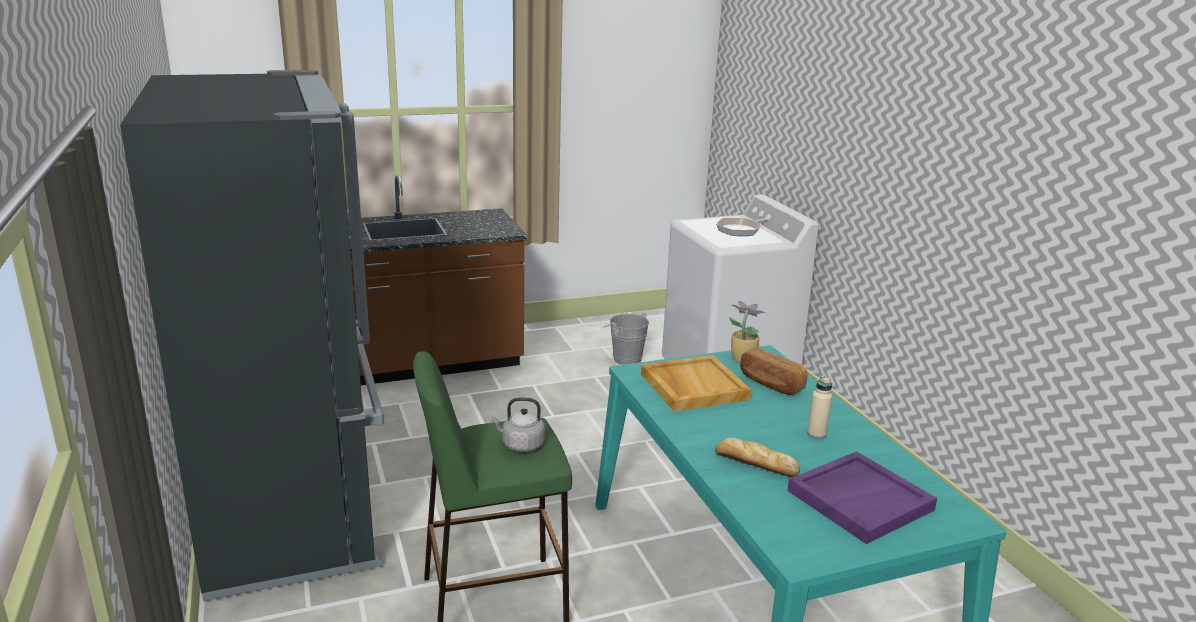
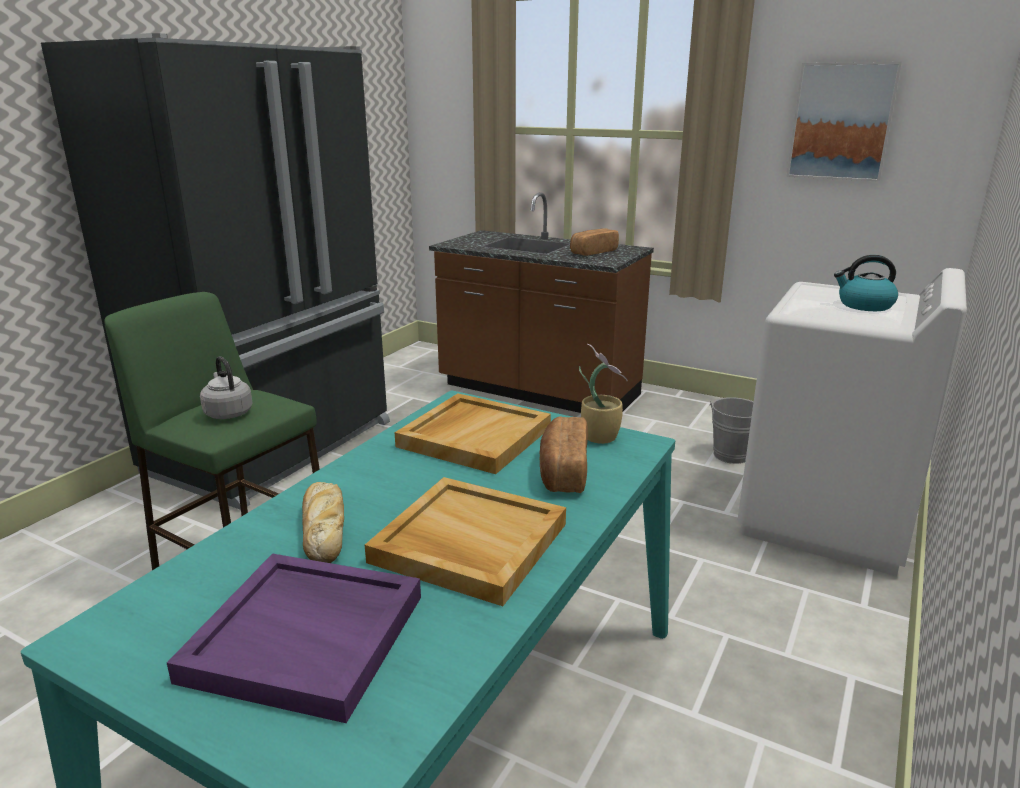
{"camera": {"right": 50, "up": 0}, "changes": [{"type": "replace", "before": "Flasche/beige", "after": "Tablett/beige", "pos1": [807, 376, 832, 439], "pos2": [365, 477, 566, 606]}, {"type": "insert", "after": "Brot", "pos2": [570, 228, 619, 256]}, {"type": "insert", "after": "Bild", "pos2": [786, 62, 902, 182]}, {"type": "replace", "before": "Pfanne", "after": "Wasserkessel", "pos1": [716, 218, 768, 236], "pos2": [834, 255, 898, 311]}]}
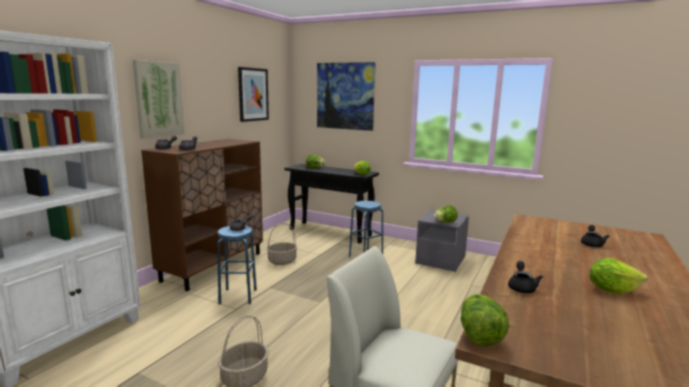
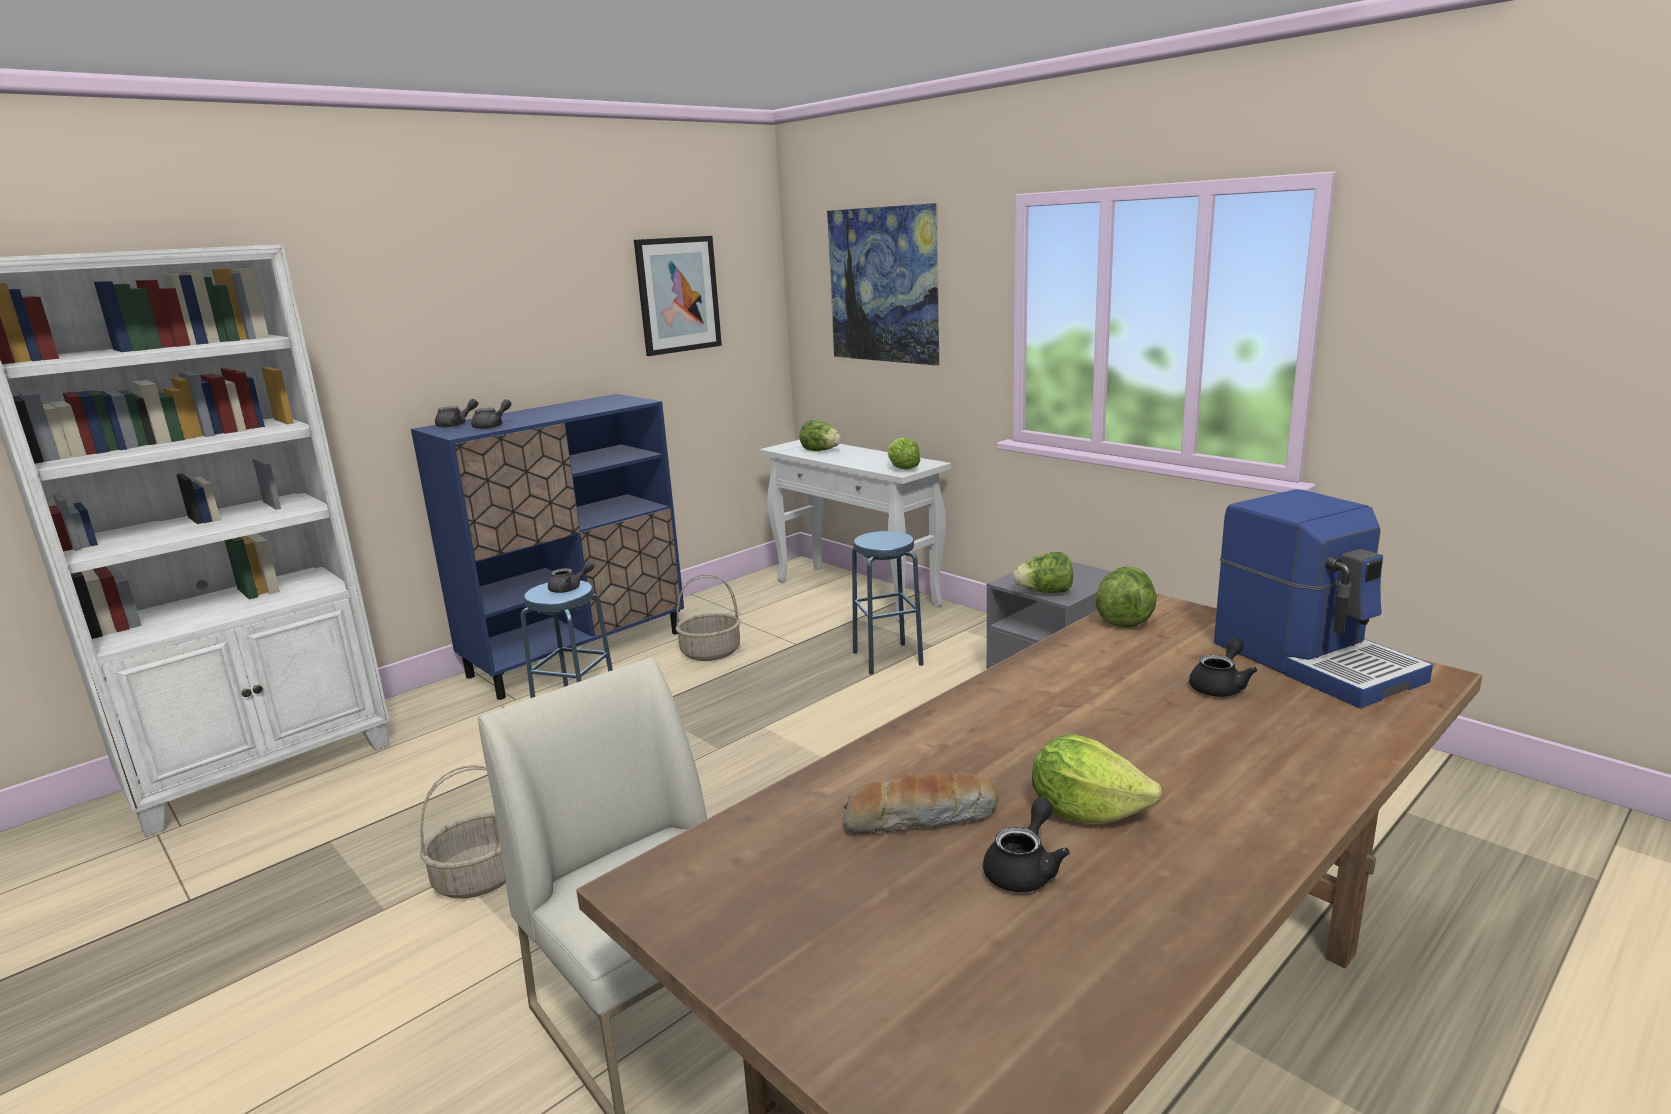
{"camera": {"right": 20, "up": 5}, "changes": [{"type": "recolor", "before": "Schrank/braun", "after": "Schrank/blau", "pos1": [141, 139, 263, 291], "pos2": [411, 394, 684, 700]}, {"type": "recolor", "before": "Konsolentisch/schwarz", "after": "Konsolentisch/weiß", "pos1": [285, 164, 379, 243], "pos2": [759, 440, 951, 623]}, {"type": "insert", "after": "Brot", "pos2": [843, 771, 999, 835]}, {"type": "move", "before": "Teekanne/schwarz", "pos1": [508, 261, 543, 293], "pos2": [983, 797, 1070, 892]}, {"type": "move", "before": "Salatkopf", "pos1": [461, 294, 509, 347], "pos2": [1095, 566, 1157, 628]}, {"type": "insert", "after": "Kaffeemaschine", "pos2": [1214, 489, 1433, 708]}, {"type": "delete", "before": "Bild", "pos1": [133, 60, 184, 138]}]}
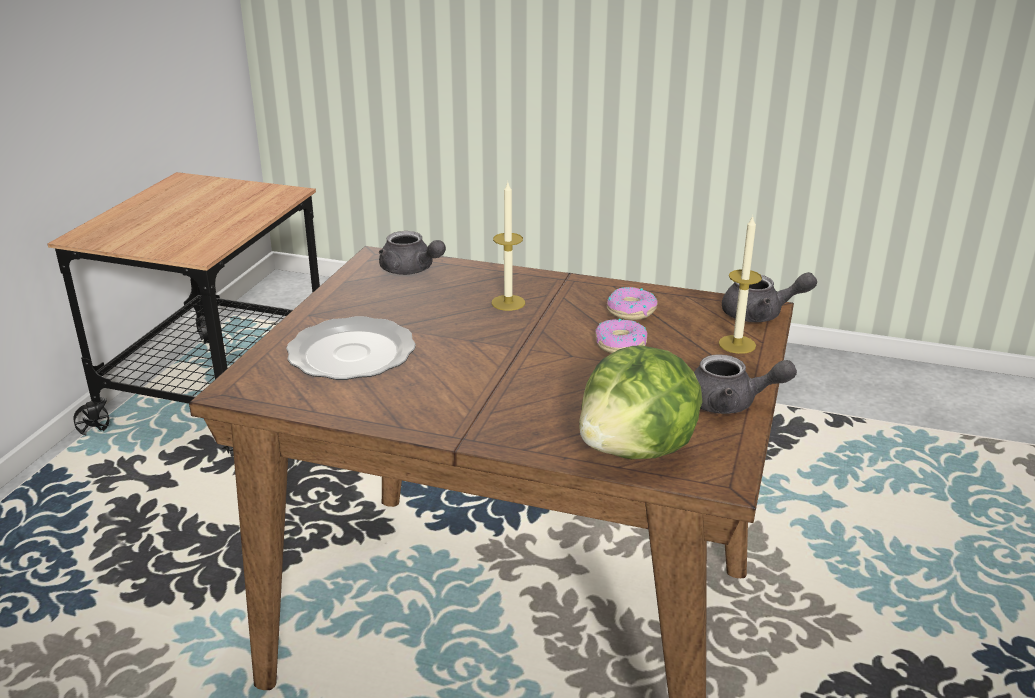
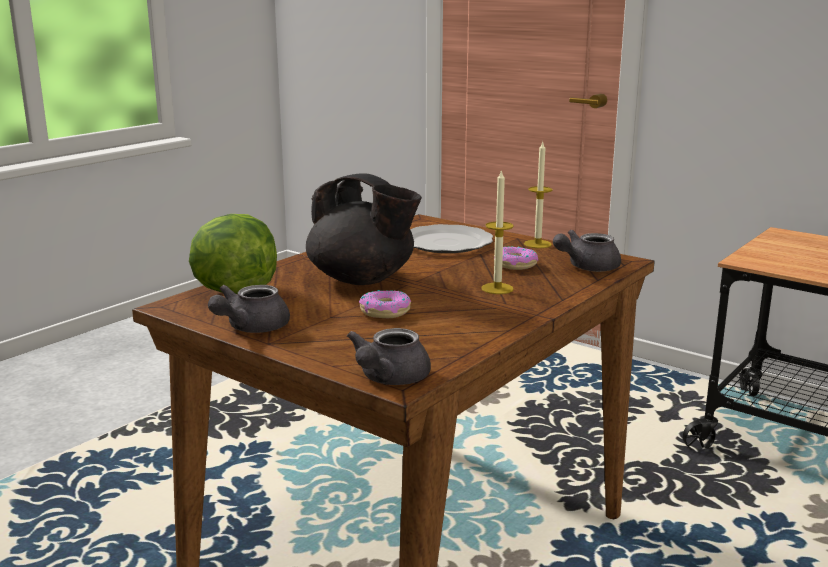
{"camera": {"right": 110, "up": -10}, "changes": [{"type": "insert", "after": "Teekanne/schwarz", "pos2": [306, 173, 422, 285]}, {"type": "move", "before": "Donut", "pos1": [607, 287, 658, 320], "pos2": [494, 246, 538, 270]}, {"type": "move", "before": "Kerze", "pos1": [719, 215, 762, 354], "pos2": [524, 142, 553, 248]}]}
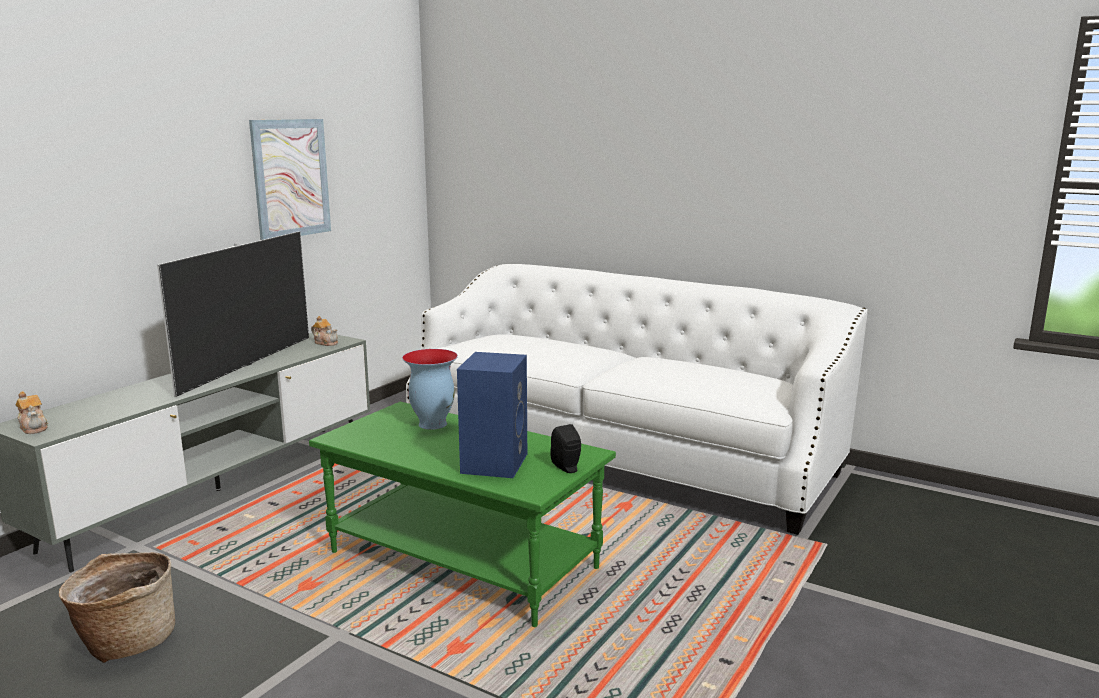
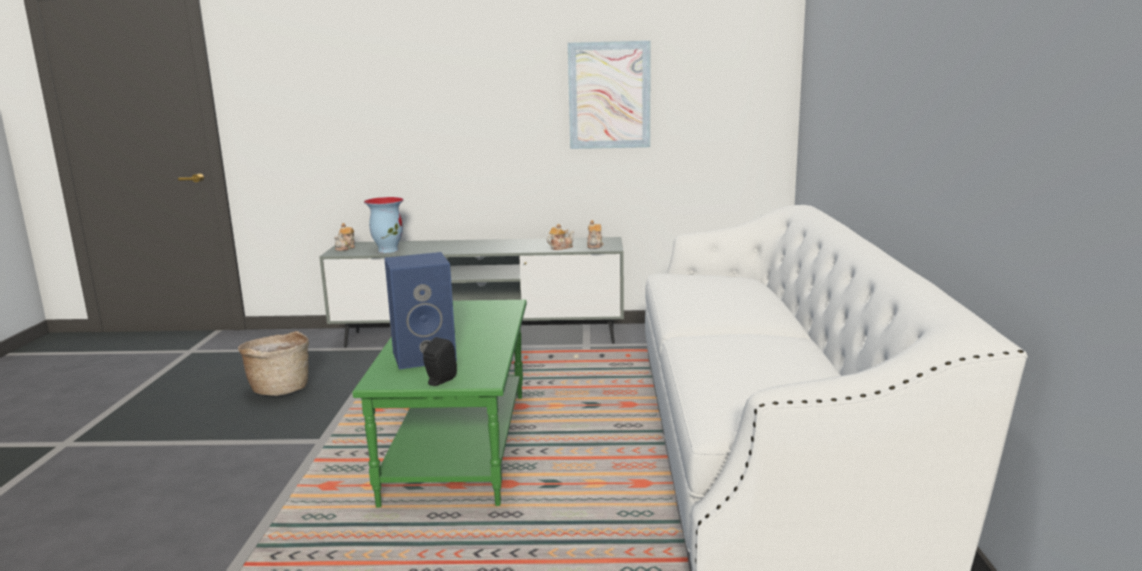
{"camera": {"right": 60, "up": 0}, "changes": [{"type": "move", "before": "Vase", "pos1": [402, 349, 458, 430], "pos2": [364, 197, 404, 253]}, {"type": "insert", "after": "Teekanne", "pos2": [547, 224, 574, 250]}, {"type": "delete", "before": "Fernseher", "pos1": [157, 231, 309, 397]}]}
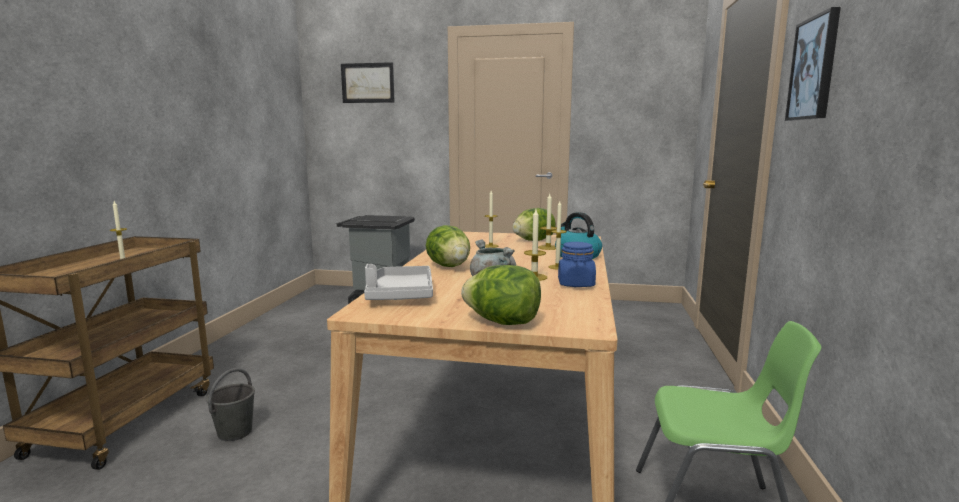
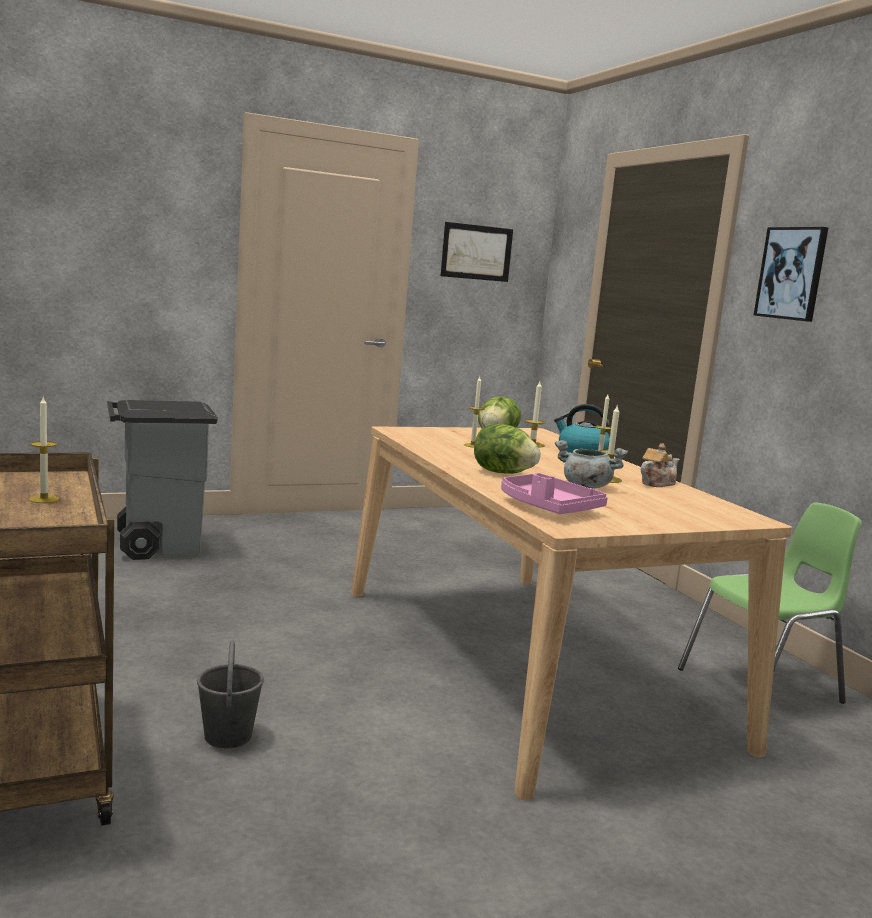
{"camera": {"right": -35, "up": 0}, "changes": [{"type": "move", "before": "Bild", "pos1": [341, 62, 394, 103], "pos2": [441, 222, 513, 282]}, {"type": "recolor", "before": "Tablett/grau", "after": "Tablett/rosa", "pos1": [364, 264, 433, 300], "pos2": [501, 473, 608, 514]}, {"type": "replace", "before": "Vorratsglas/blau", "after": "Teekanne", "pos1": [558, 242, 596, 287], "pos2": [641, 443, 679, 487]}, {"type": "delete", "before": "Salatkopf", "pos1": [461, 265, 541, 325]}]}
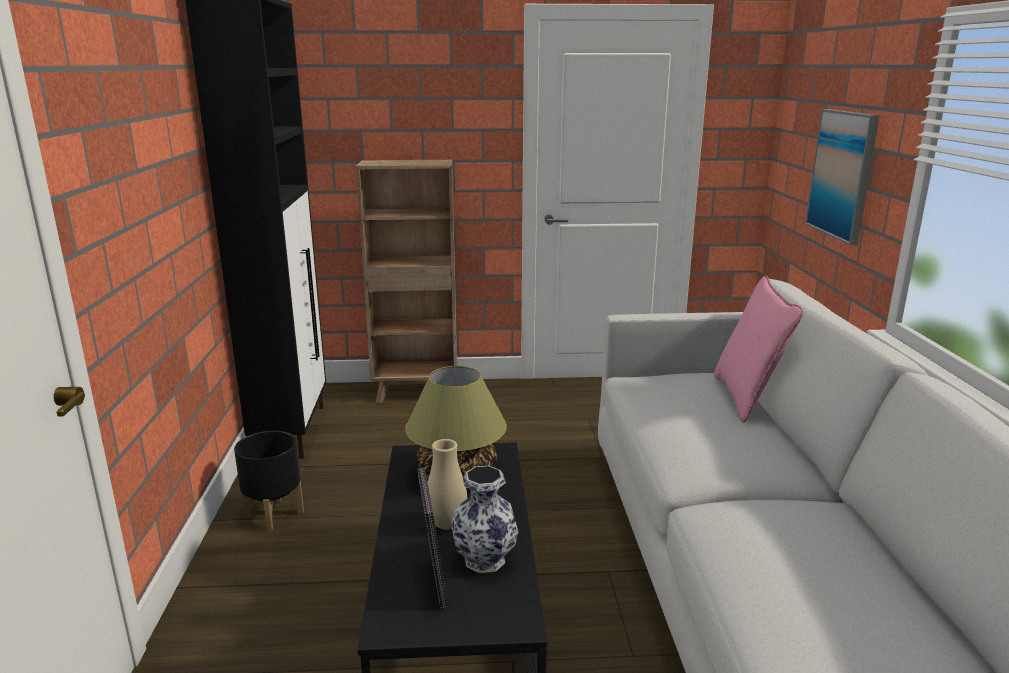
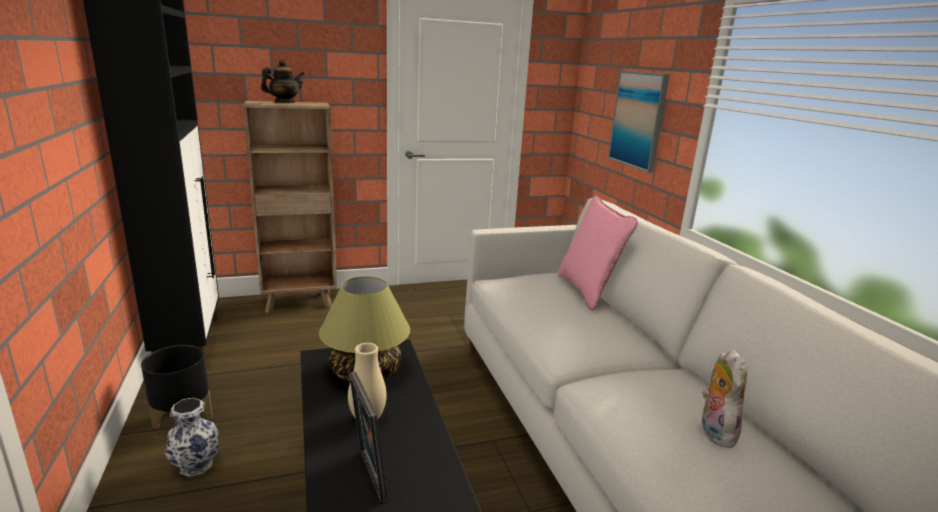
{"camera": {"right": -15, "up": 0}, "changes": [{"type": "move", "before": "Vase", "pos1": [451, 466, 518, 573], "pos2": [165, 398, 219, 477]}, {"type": "insert", "after": "Teekanne", "pos2": [261, 60, 304, 103]}, {"type": "insert", "after": "Plüschtier", "pos2": [702, 349, 747, 448]}]}
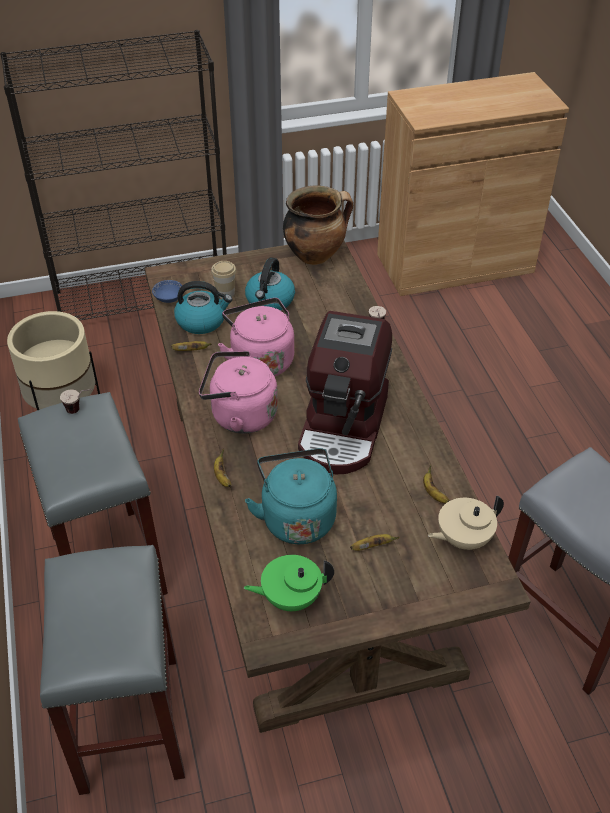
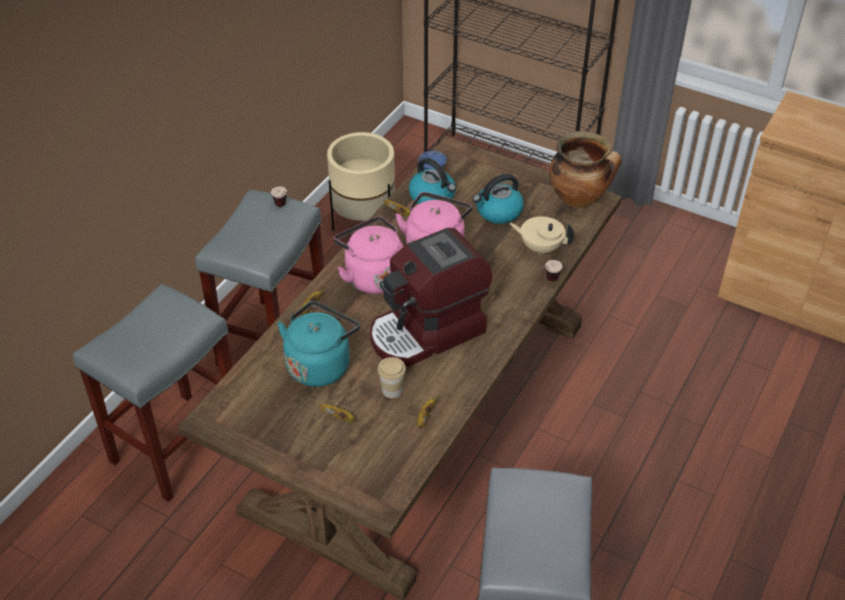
{"camera": {"right": 45, "up": 0}, "changes": [{"type": "move", "before": "Tasse", "pos1": [211, 261, 236, 299], "pos2": [378, 357, 406, 398]}, {"type": "move", "before": "Teekanne/beige", "pos1": [428, 496, 504, 550], "pos2": [509, 216, 574, 255]}, {"type": "delete", "before": "Teekanne/grün", "pos1": [244, 555, 334, 611]}]}
